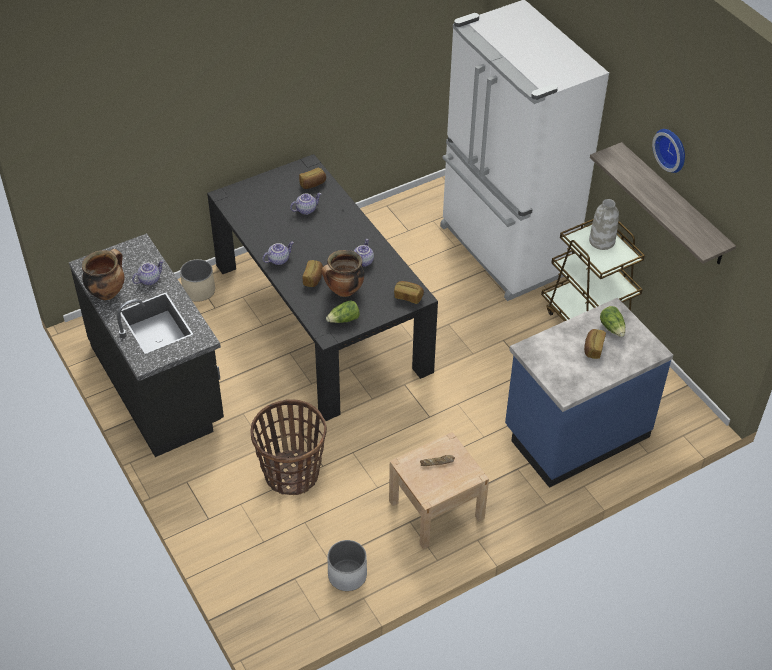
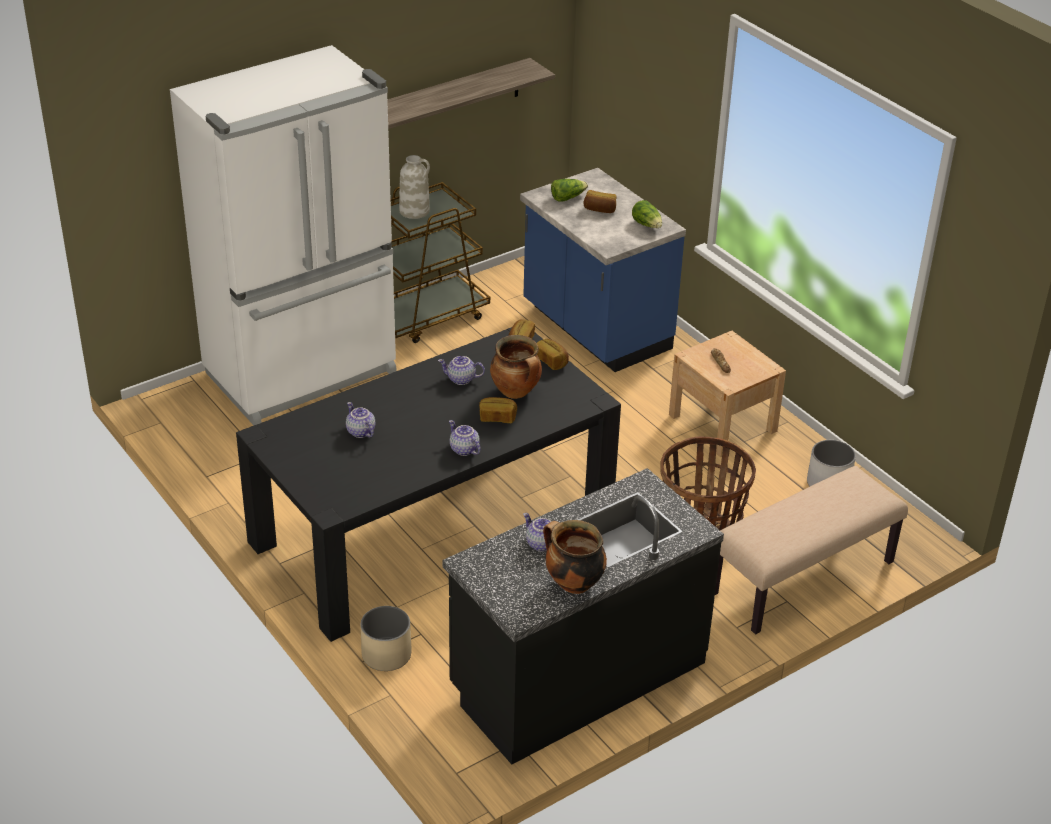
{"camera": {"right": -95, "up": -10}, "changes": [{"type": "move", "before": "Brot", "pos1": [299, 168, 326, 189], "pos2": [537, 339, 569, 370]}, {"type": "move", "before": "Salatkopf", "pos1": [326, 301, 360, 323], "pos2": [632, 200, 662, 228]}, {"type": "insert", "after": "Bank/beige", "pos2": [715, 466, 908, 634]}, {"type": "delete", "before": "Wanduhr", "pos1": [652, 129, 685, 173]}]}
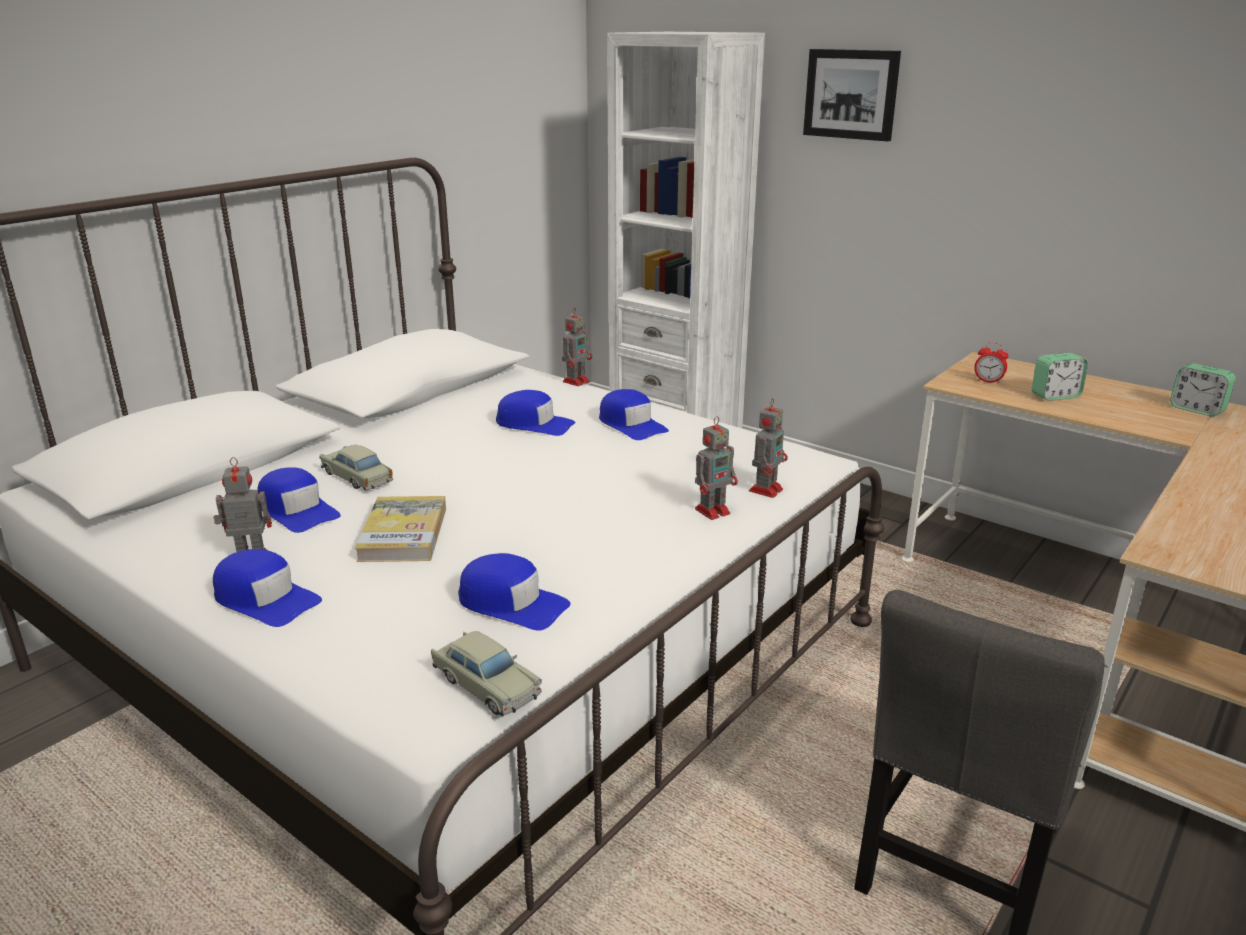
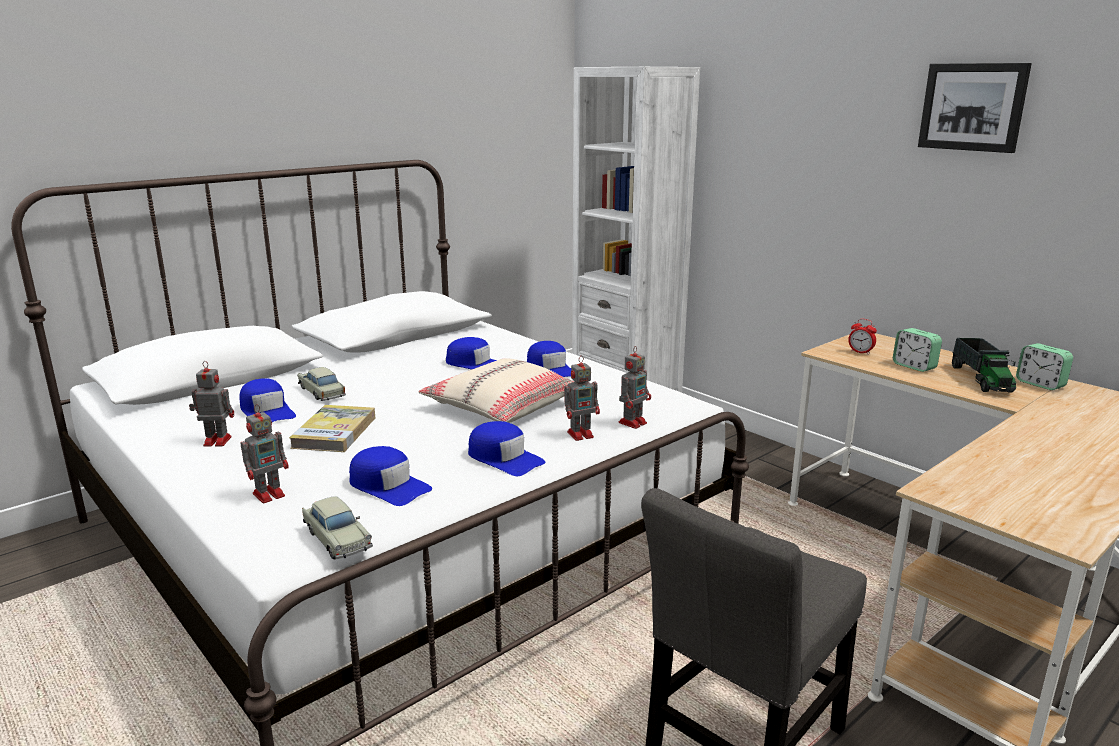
{"camera": {"right": 10, "up": -5}, "changes": [{"type": "move", "before": "Spielzeugroboter", "pos1": [562, 309, 592, 386], "pos2": [241, 404, 289, 503]}, {"type": "insert", "after": "Kissen/beige", "pos2": [418, 359, 575, 423]}, {"type": "move", "before": "Kappe/blau", "pos1": [213, 549, 322, 627], "pos2": [468, 421, 546, 476]}, {"type": "rotate", "before": "Wecker", "pos1": [1032, 353, 1088, 401], "pos2": [893, 328, 942, 372], "turn": 60}, {"type": "move", "before": "Bild", "pos1": [803, 49, 901, 142], "pos2": [918, 63, 1032, 153]}, {"type": "insert", "after": "Spielzeuglaster", "pos2": [952, 338, 1016, 393]}]}
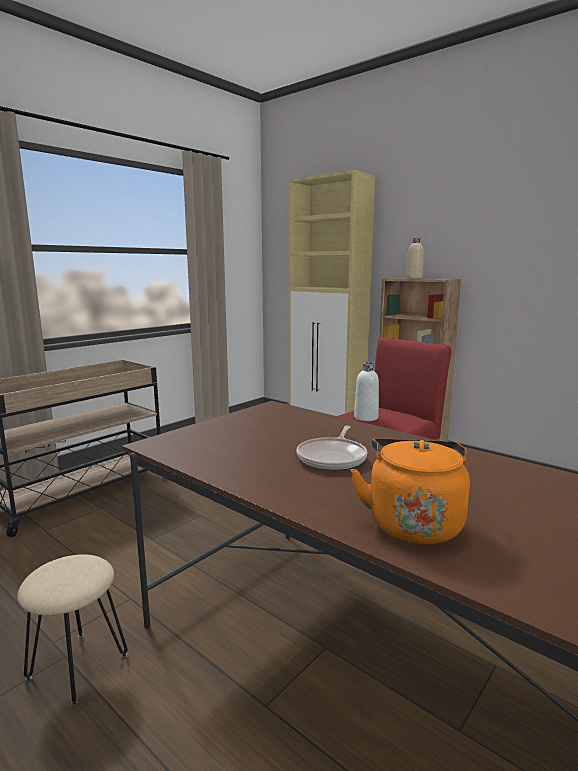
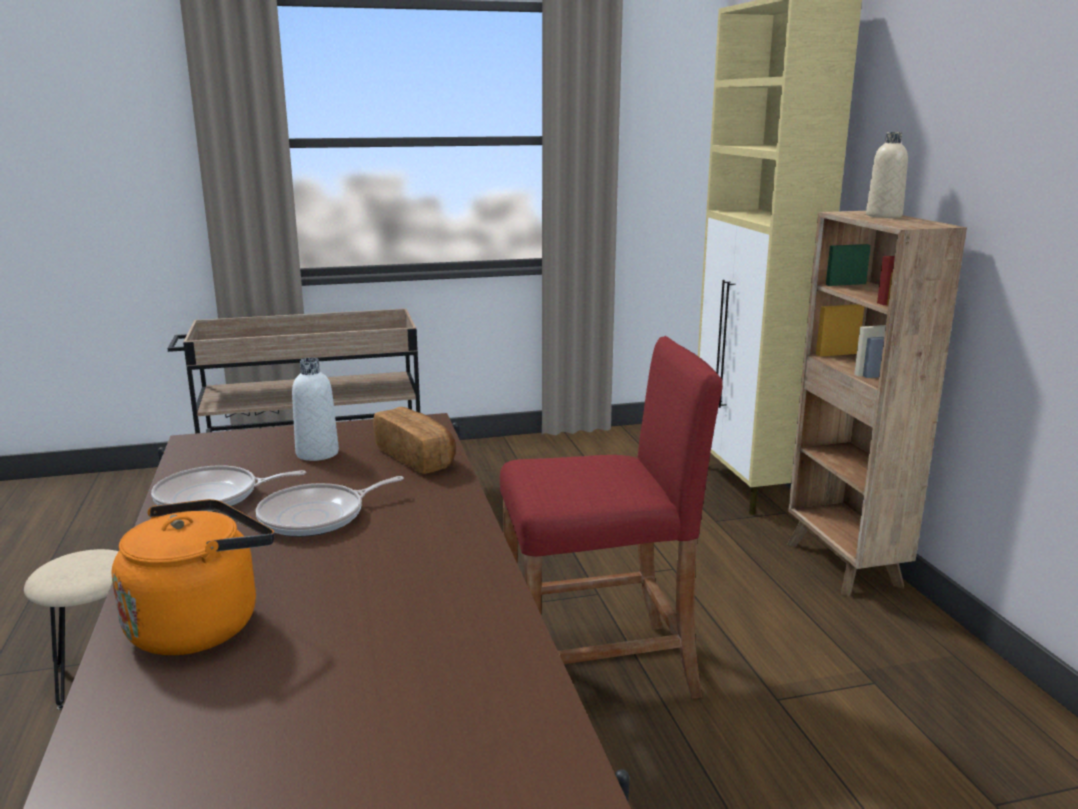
{"camera": {"right": 35, "up": 5}, "changes": [{"type": "insert", "after": "Pfanne", "pos2": [151, 465, 306, 512]}, {"type": "move", "before": "Flasche/weiß", "pos1": [354, 362, 379, 421], "pos2": [292, 358, 339, 461]}, {"type": "insert", "after": "Brot", "pos2": [373, 407, 456, 474]}]}
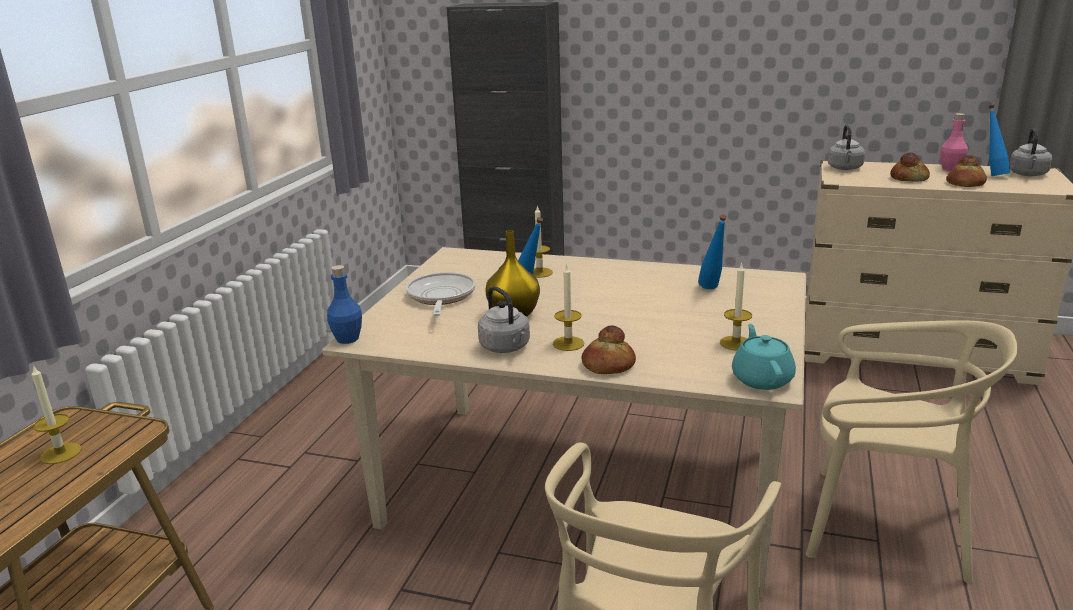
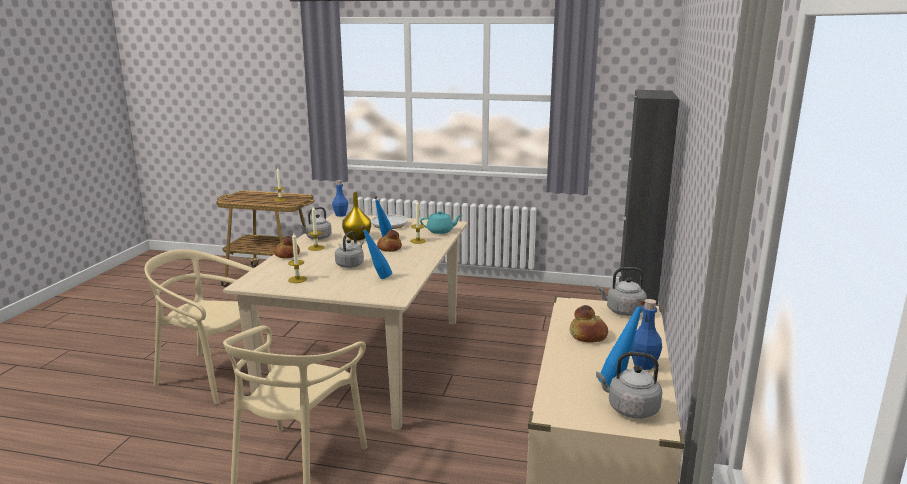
{"camera": {"right": 85, "up": -5}, "changes": [{"type": "insert", "after": "Wasserkessel/grau", "pos2": [335, 231, 364, 268]}, {"type": "move", "before": "Brot", "pos1": [946, 155, 987, 187], "pos2": [377, 230, 402, 252]}, {"type": "move", "before": "Teekanne/türkis", "pos1": [732, 324, 796, 390], "pos2": [420, 211, 462, 234]}, {"type": "recolor", "before": "Flasche/rosa", "after": "Flasche/blau", "pos1": [940, 113, 968, 171], "pos2": [631, 299, 662, 370]}]}
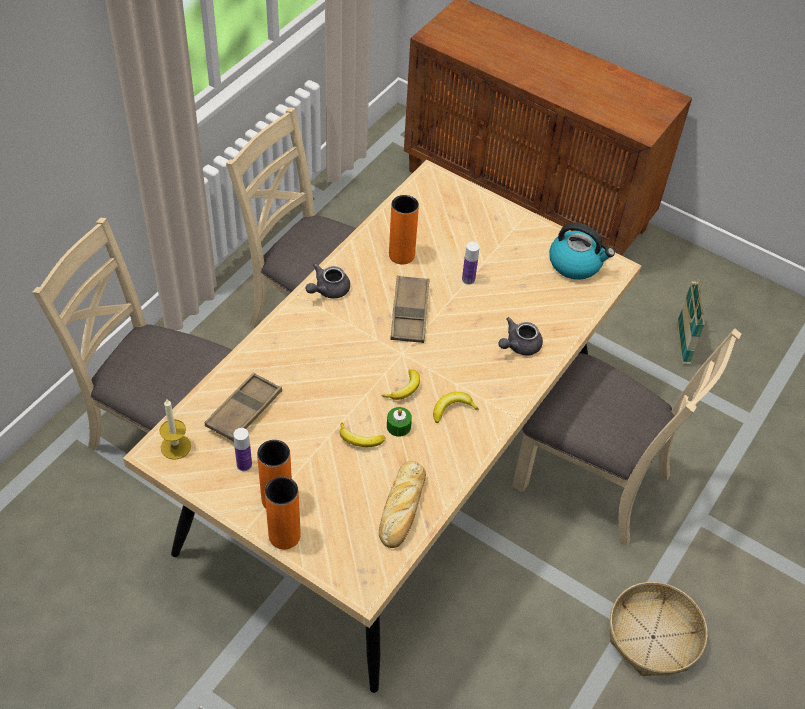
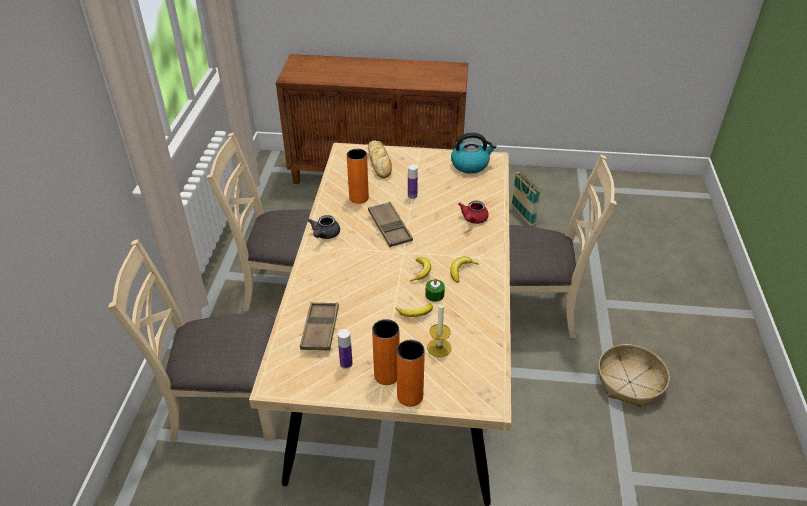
{"camera": {"right": -25, "up": -10}, "changes": [{"type": "move", "before": "Brot", "pos1": [379, 461, 426, 548], "pos2": [368, 141, 392, 178]}, {"type": "move", "before": "Kerze", "pos1": [160, 399, 191, 460], "pos2": [427, 301, 451, 357]}, {"type": "recolor", "before": "Teekanne/grau", "after": "Teekanne/rot", "pos1": [498, 317, 543, 355], "pos2": [458, 201, 489, 224]}]}
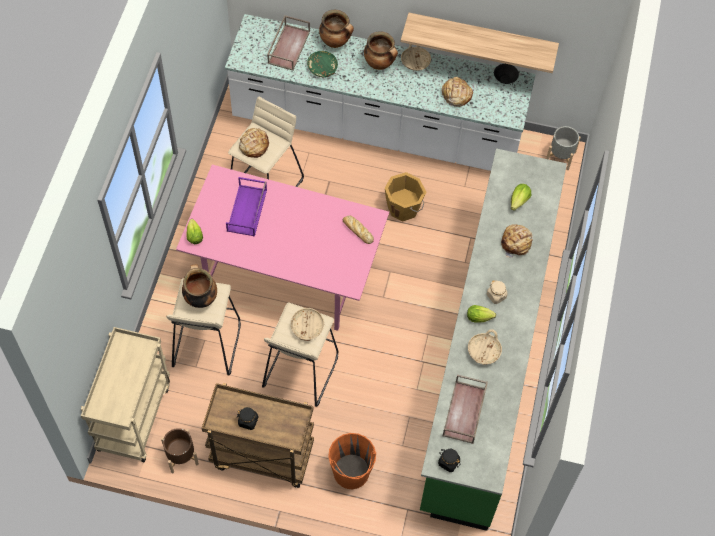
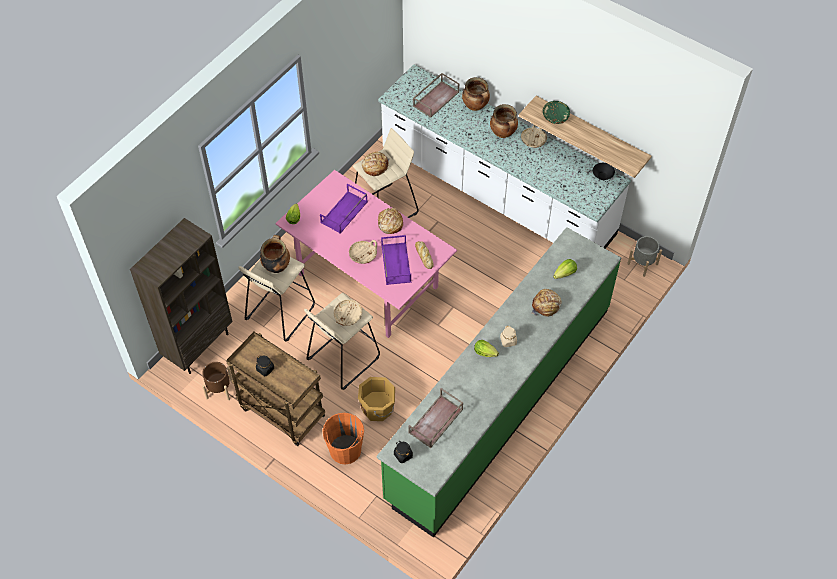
{"camera": {"right": 25, "up": -5}, "changes": [{"type": "replace", "before": "Rollwagen/beige", "after": "Bücherregal/braun", "pos1": [81, 327, 170, 462], "pos2": [130, 218, 233, 374]}, {"type": "move", "before": "Schüssel/beige", "pos1": [468, 329, 502, 365], "pos2": [349, 240, 377, 264]}, {"type": "move", "before": "Eimer/orange", "pos1": [385, 172, 426, 221], "pos2": [358, 377, 395, 421]}, {"type": "move", "before": "Brot", "pos1": [442, 77, 473, 107], "pos2": [377, 208, 403, 234]}, {"type": "insert", "after": "Tablett/lila", "pos2": [381, 235, 411, 285]}, {"type": "move", "before": "Schüssel/grün", "pos1": [307, 51, 338, 77], "pos2": [543, 101, 570, 124]}]}
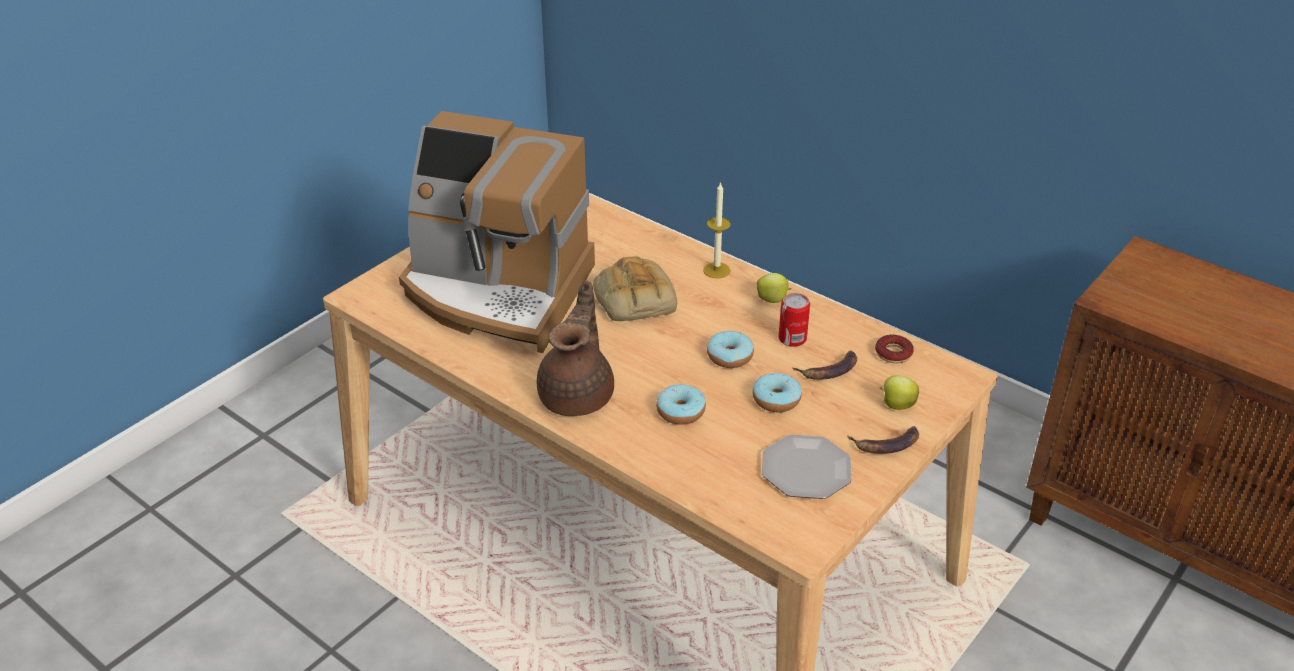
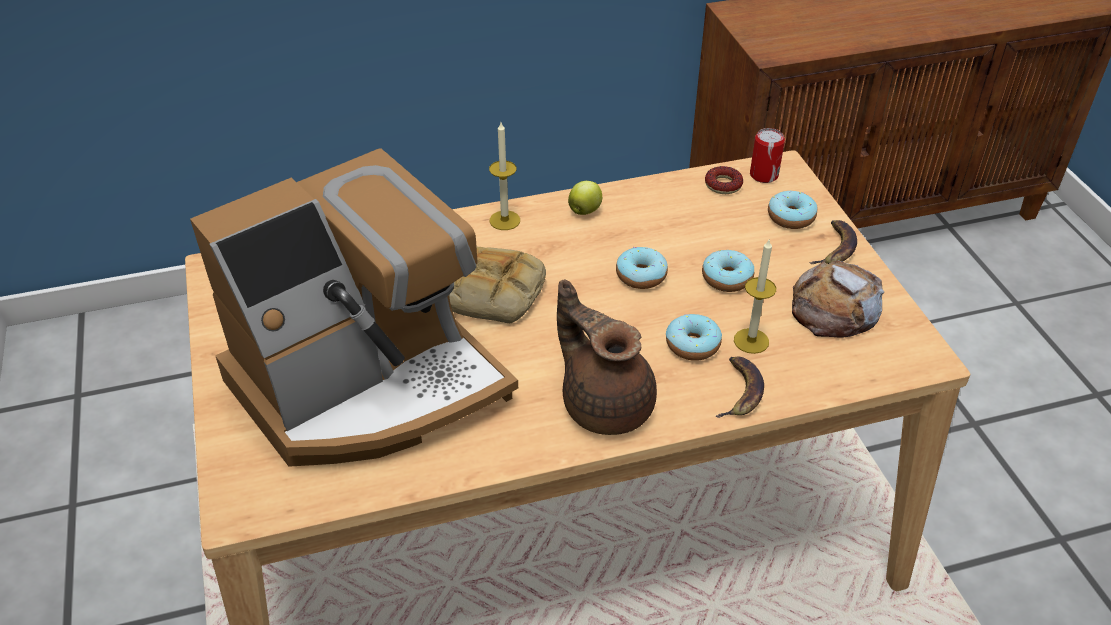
{"camera": {"right": -55, "up": 5}, "changes": [{"type": "move", "before": "Banane", "pos1": [792, 351, 857, 380], "pos2": [715, 357, 764, 418]}, {"type": "insert", "after": "Kerze", "pos2": [734, 238, 776, 354]}, {"type": "move", "before": "Dose", "pos1": [778, 293, 810, 347], "pos2": [750, 128, 785, 183]}, {"type": "replace", "before": "Apfel", "after": "Donut", "pos1": [879, 375, 919, 410], "pos2": [768, 191, 818, 229]}, {"type": "replace", "before": "Teller", "after": "Brot", "pos1": [762, 434, 852, 499], "pos2": [792, 260, 884, 338]}]}
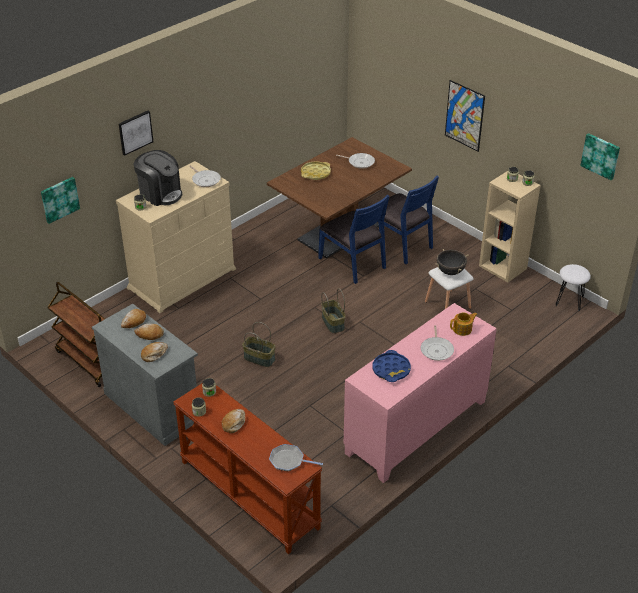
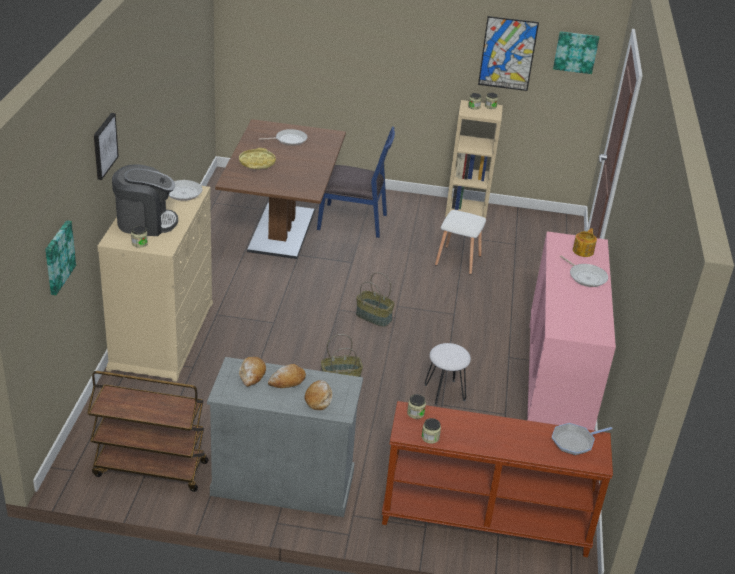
{"camera": {"right": -40, "up": -5}, "changes": [{"type": "move", "before": "Hocker/weiß", "pos1": [555, 264, 591, 311], "pos2": [425, 343, 471, 406]}, {"type": "move", "before": "Bild", "pos1": [445, 80, 485, 152], "pos2": [478, 16, 539, 91]}, {"type": "delete", "before": "Brot", "pos1": [221, 409, 245, 433]}, {"type": "delete", "before": "Stuhl/blau", "pos1": [318, 195, 389, 284]}, {"type": "delete", "before": "Tablett/blau", "pos1": [373, 350, 411, 382]}, {"type": "delete", "before": "Kochtopf/schwarz", "pos1": [435, 249, 468, 275]}]}
